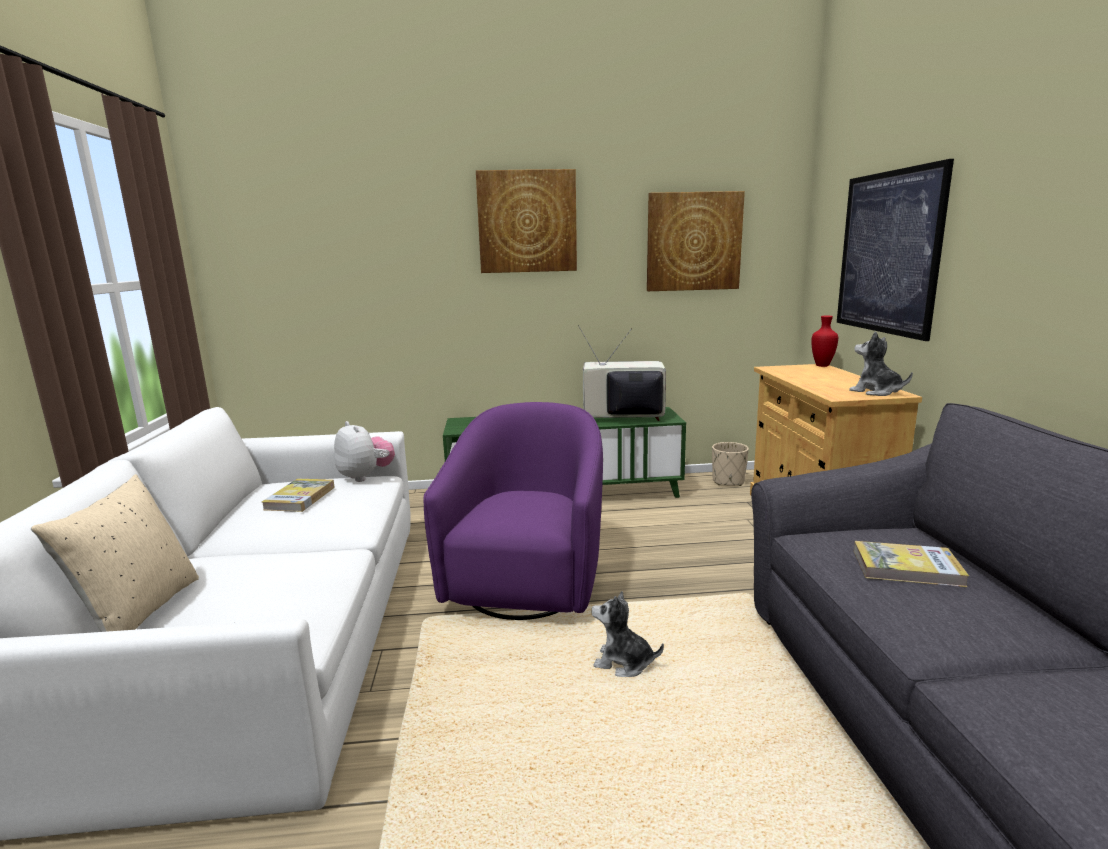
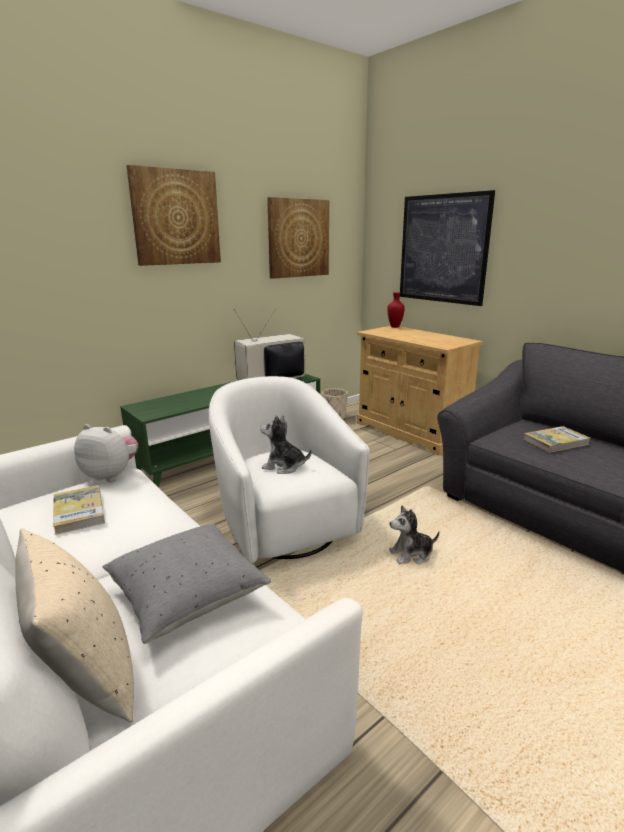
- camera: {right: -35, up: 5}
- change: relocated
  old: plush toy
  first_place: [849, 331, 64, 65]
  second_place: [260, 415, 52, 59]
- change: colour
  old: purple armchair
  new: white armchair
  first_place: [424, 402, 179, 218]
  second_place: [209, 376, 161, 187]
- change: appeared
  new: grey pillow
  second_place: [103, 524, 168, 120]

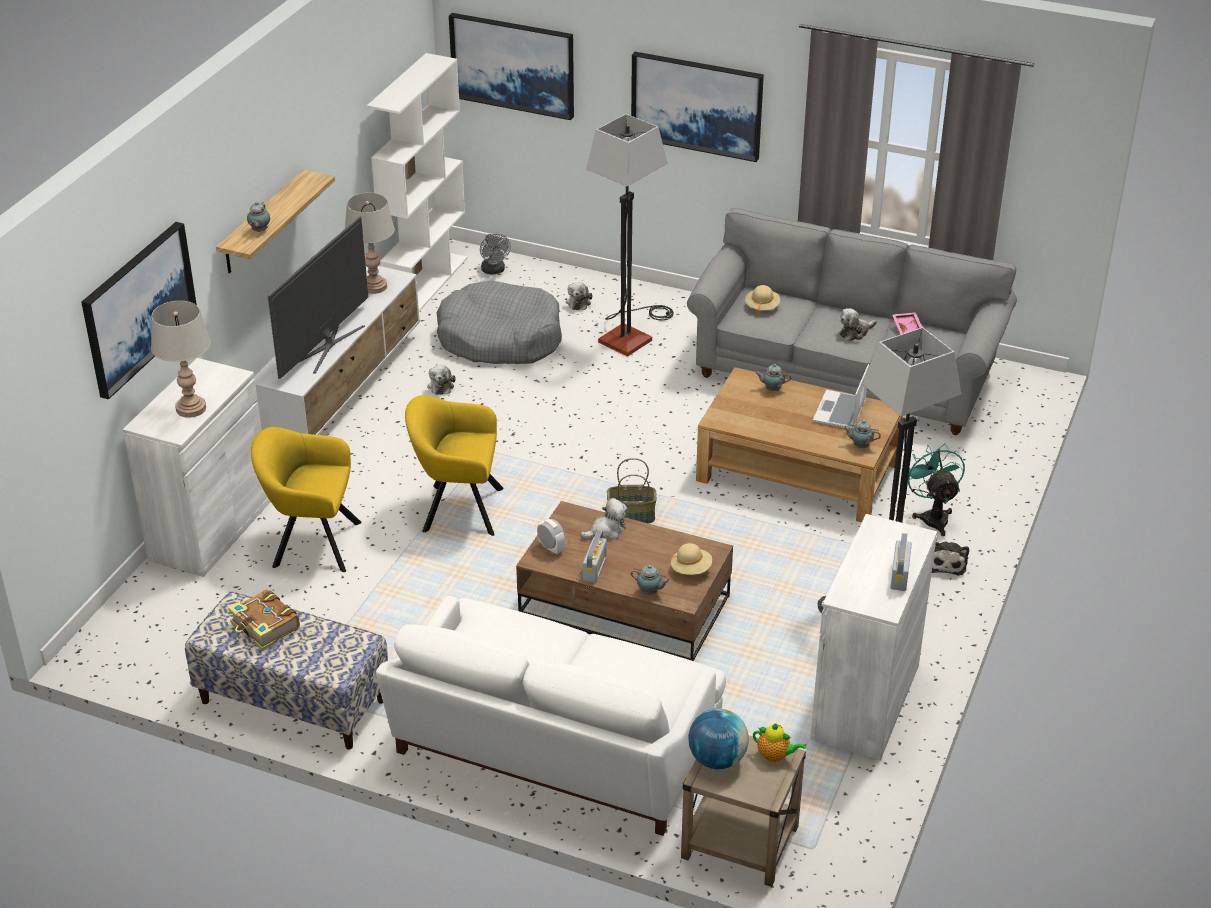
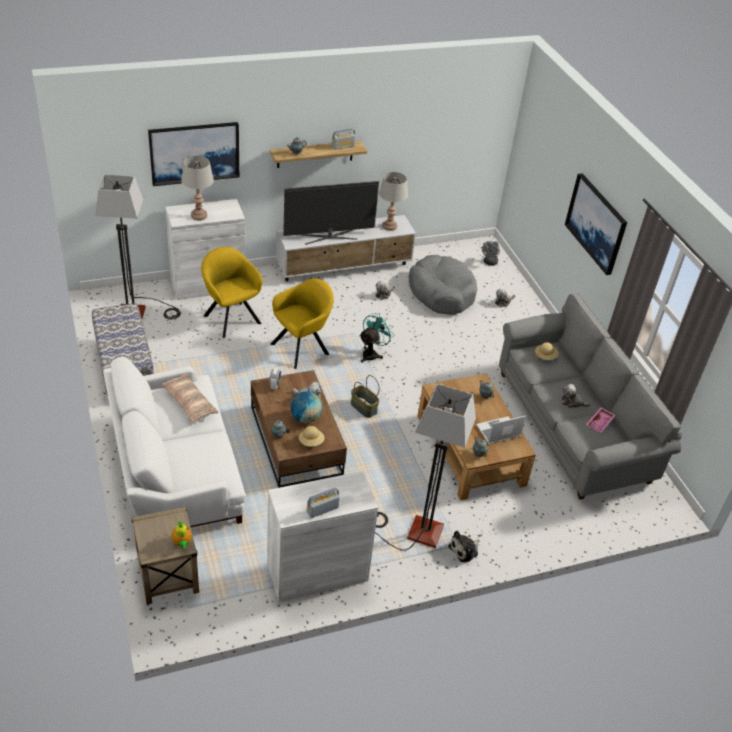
- camera: {right: 45, up: 5}
- change: missing
  old: picture
  first_place: [449, 13, 125, 107]
- change: missing
  old: white bookcase
  first_place: [367, 53, 100, 259]
- change: relocated
  old: floor lamp
  first_place: [586, 114, 88, 243]
  second_place: [95, 175, 86, 145]
- change: spun
  old: yellow armchair
  first_place: [405, 395, 99, 141]
  second_place: [271, 278, 63, 91]
  degrees: 90
- change: relocated
  old: turquoise fan
  first_place: [908, 444, 57, 92]
  second_place: [359, 313, 35, 50]
- change: relocated
  old: radio
  first_place: [583, 530, 24, 53]
  second_place: [332, 128, 23, 22]
- change: missing
  old: book
  first_place: [228, 589, 72, 62]
- change: relocated
  old: globe
  first_place: [688, 708, 61, 61]
  second_place: [291, 391, 31, 32]
- change: appeared
  new: pillow
  second_place: [161, 373, 58, 50]

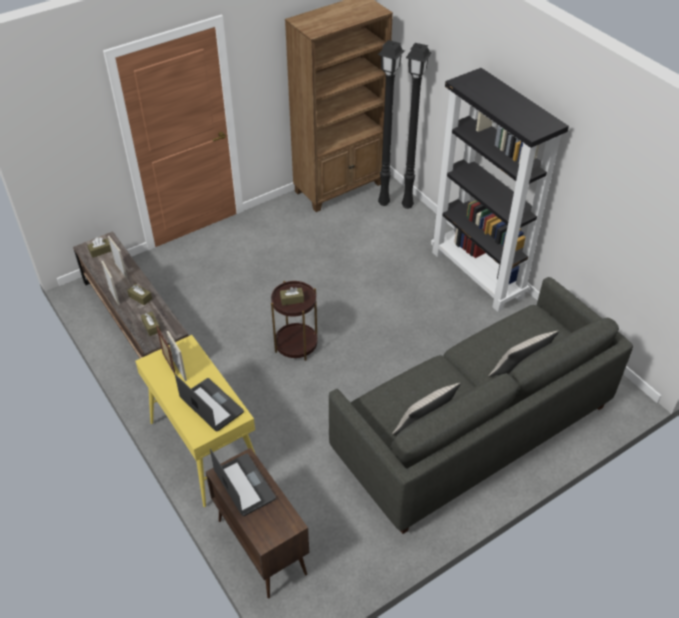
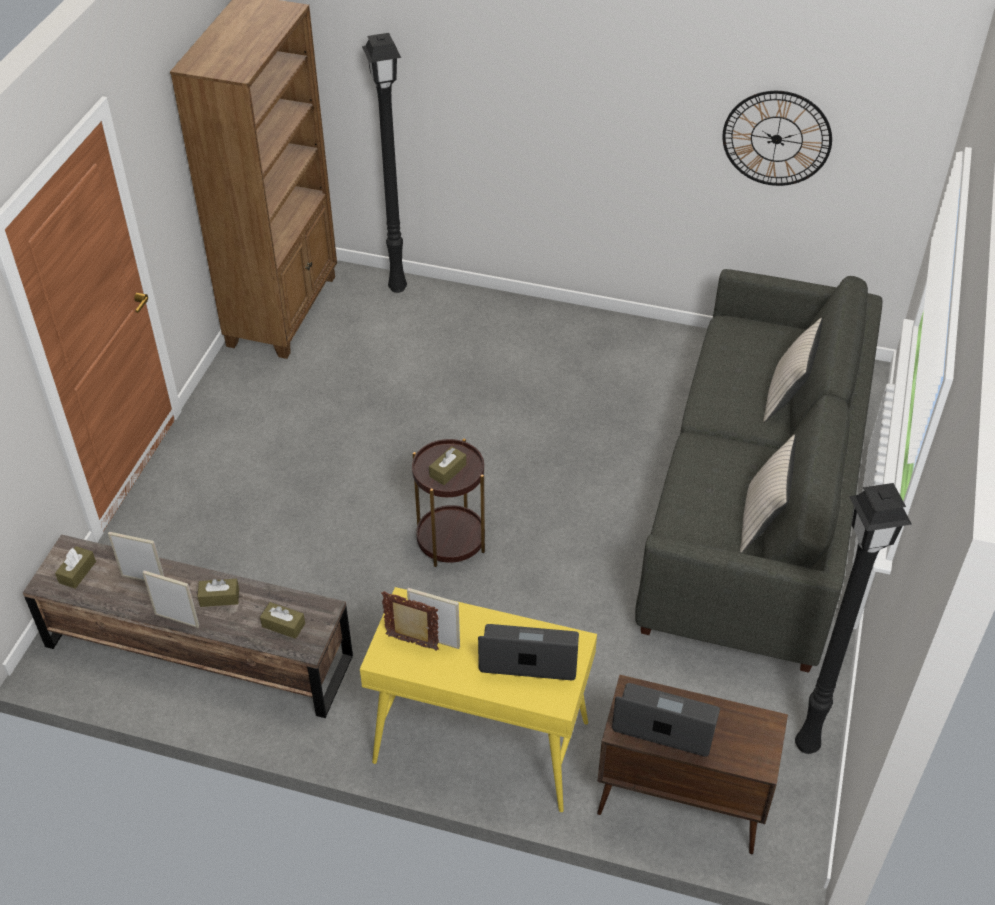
- camera: {right: -40, up: 0}
- change: relocated
  old: black floor lamp
  first_place: [378, 40, 27, 166]
  second_place: [795, 483, 117, 271]
- change: missing
  old: black bookcase
  first_place: [431, 68, 138, 244]
- change: appeared
  new: wall clock
  second_place: [722, 91, 110, 95]

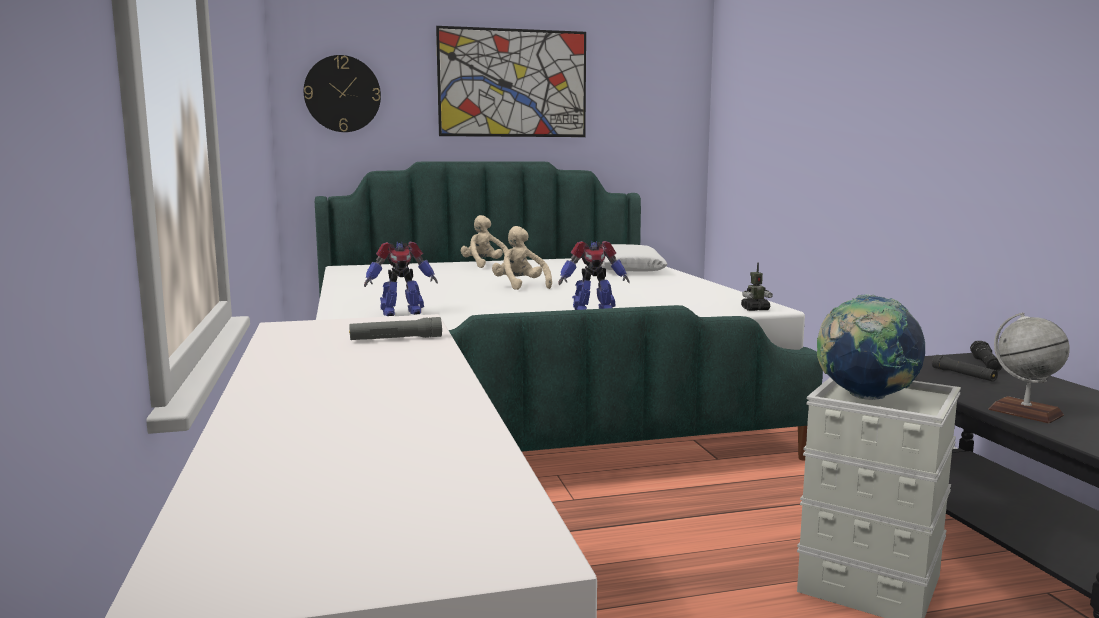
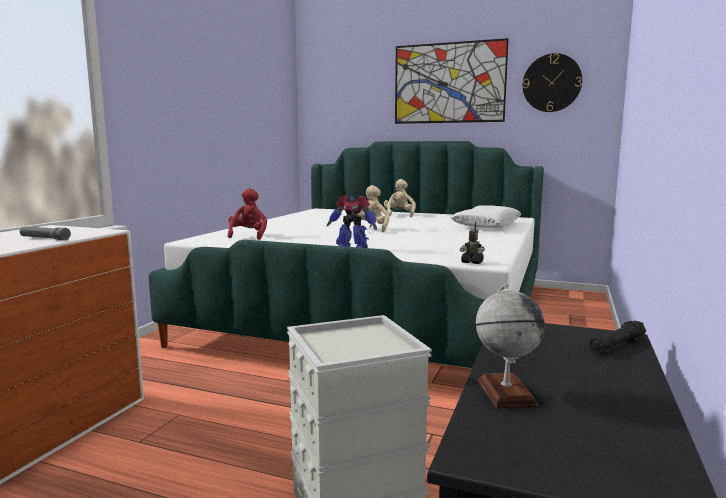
- camera: {right: 35, up: 0}
- change: relocated
  old: wall clock
  first_place: [304, 55, 77, 77]
  second_place: [523, 53, 59, 59]
- change: exchanged
  old: toy robot
  new: red plush toy
  first_place: [364, 242, 74, 74]
  second_place: [228, 188, 39, 52]
- change: missing
  old: globe
  first_place: [817, 294, 108, 106]
- change: missing
  old: black flashlight
  first_place: [932, 355, 66, 27]

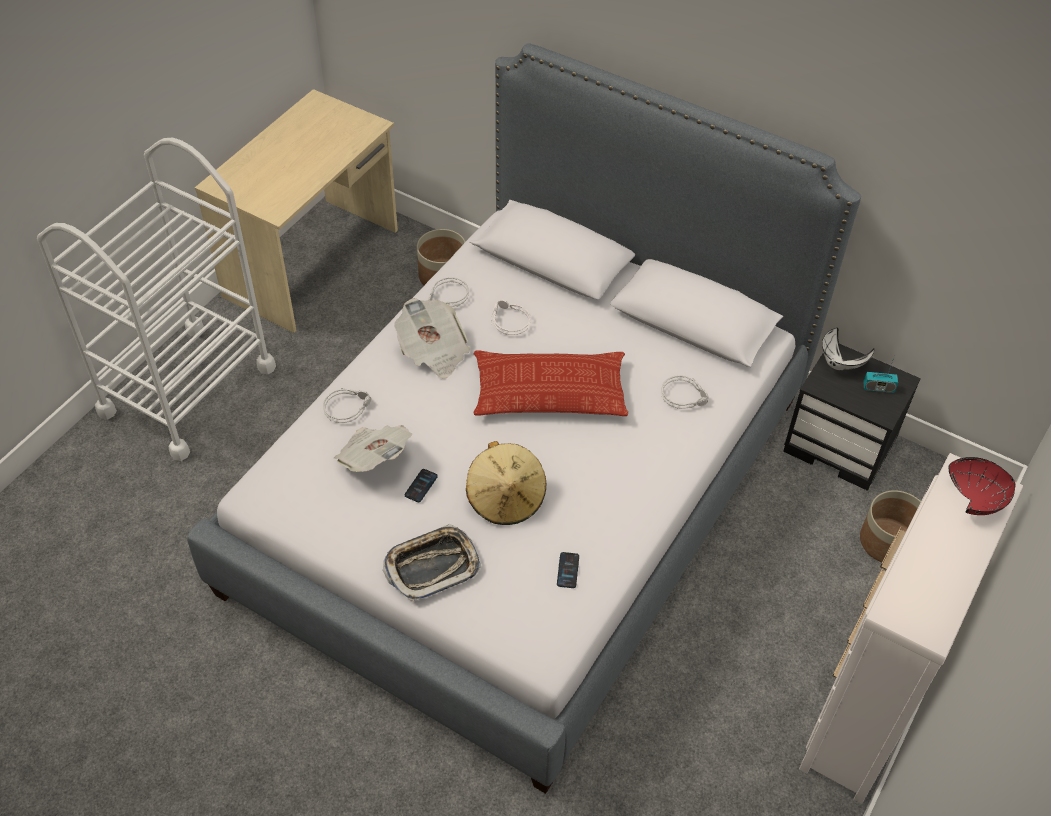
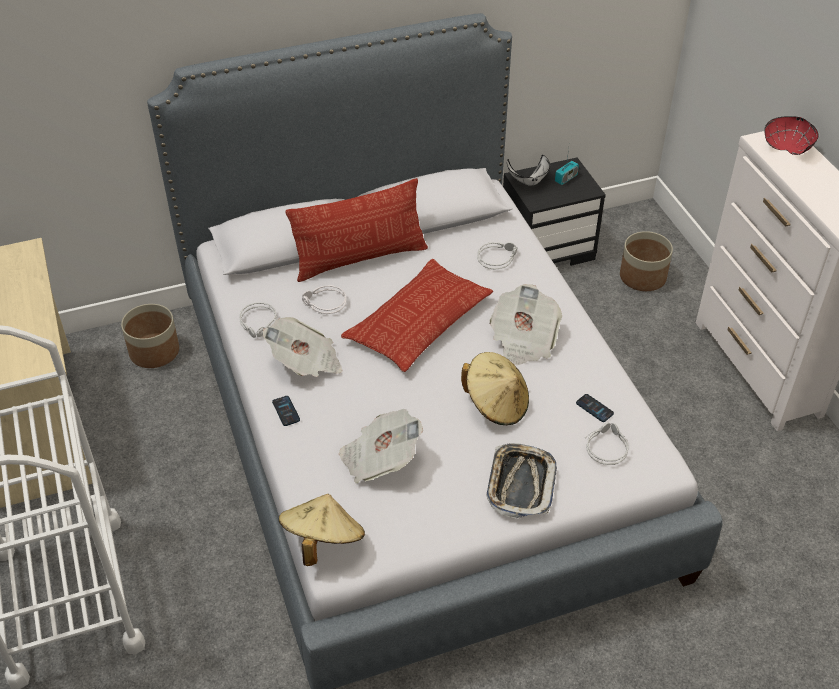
- camera: {right: -50, up: -5}
- change: relocated
  old: grey headphones
  first_place: [323, 388, 48, 35]
  second_place: [585, 423, 44, 42]
- change: relocated
  old: phone
  first_place: [405, 469, 33, 33]
  second_place: [272, 396, 28, 30]
- change: appeared
  new: pillow
  second_place: [286, 178, 142, 104]
- change: appeared
  new: newspaper
  second_place: [490, 284, 72, 81]
- change: appeared
  new: beige hat
  second_place: [279, 494, 86, 72]

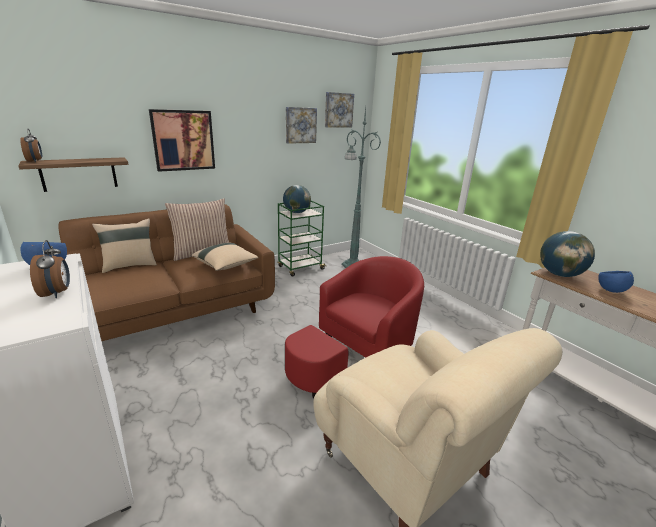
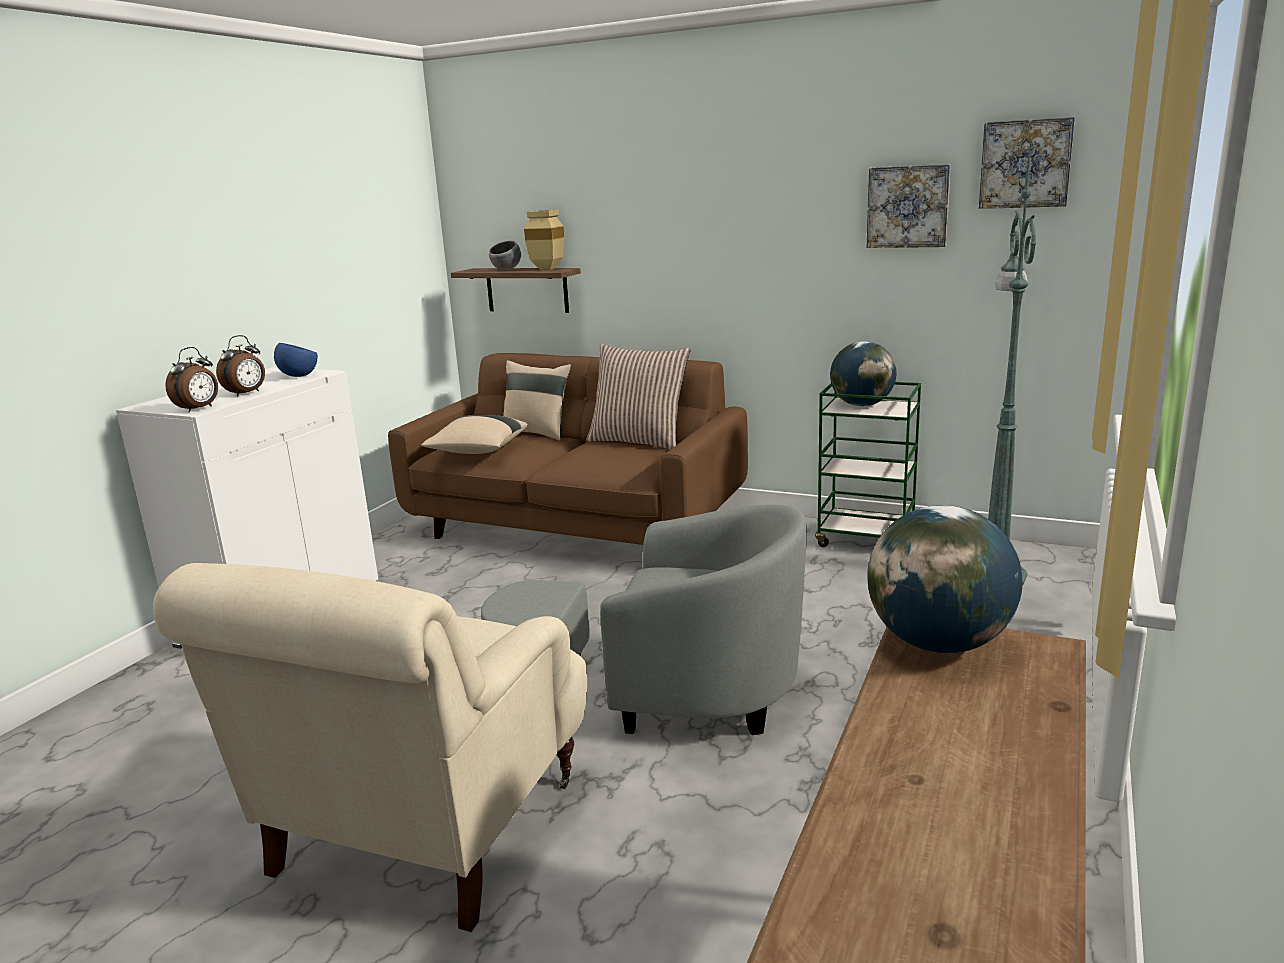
- camera: {right: 60, up: -5}
- change: missing
  old: picture
  first_place: [149, 109, 66, 63]
- change: relocated
  old: alarm clock
  first_place: [20, 129, 22, 34]
  second_place: [165, 347, 53, 65]
- change: relocated
  old: beige pillow
  first_place: [191, 243, 68, 28]
  second_place: [422, 415, 106, 39]
- change: colour
  old: red armchair
  new: grey armchair
  first_place: [285, 256, 139, 142]
  second_place: [481, 505, 326, 230]
- change: missing
  old: blue bowl
  first_place: [598, 271, 36, 22]
- change: appeared
  new: beige vase
  second_place: [524, 210, 41, 60]
- change: appeared
  new: grey bowl
  second_place: [489, 241, 32, 29]

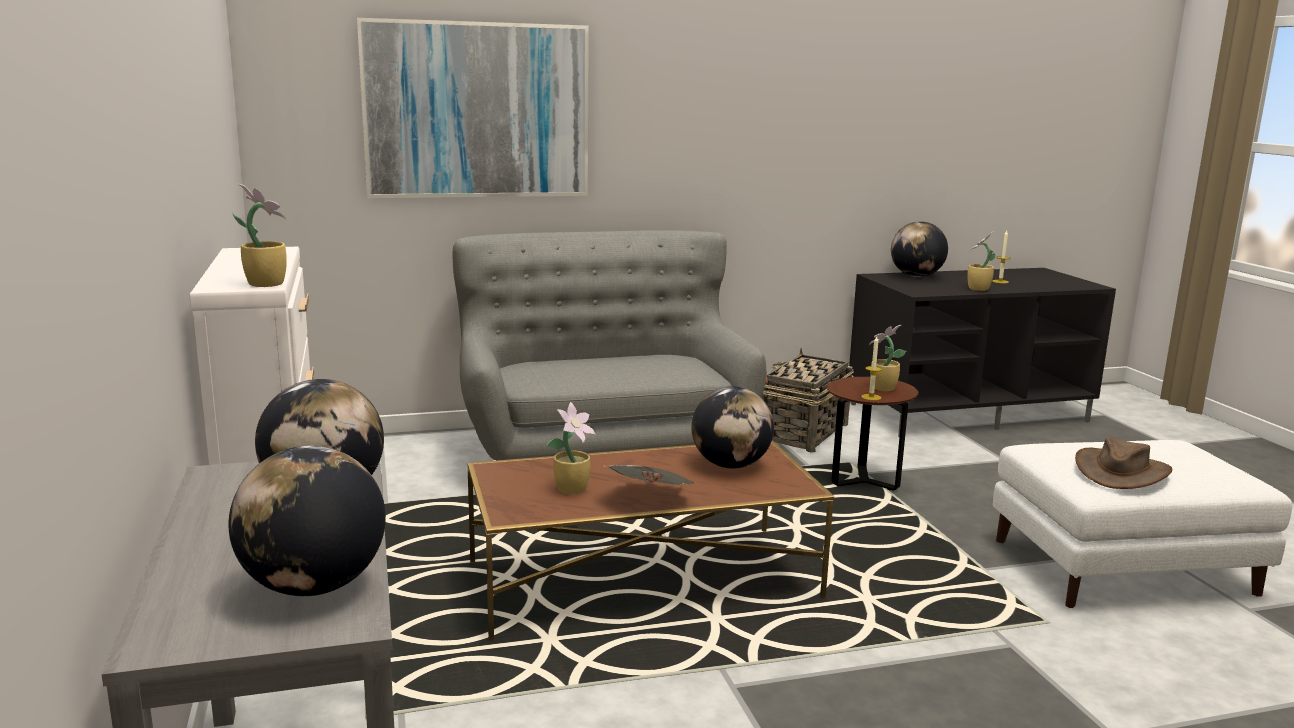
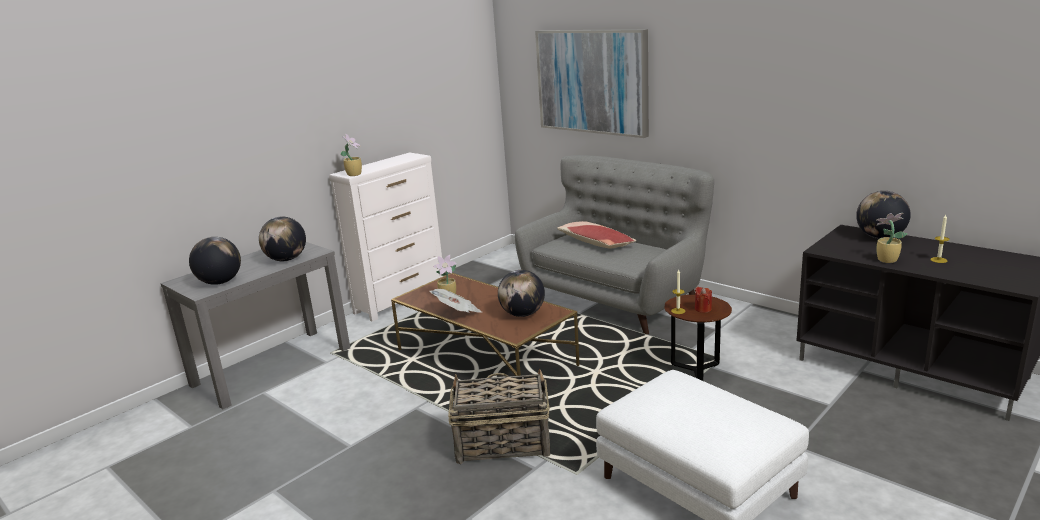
- camera: {right: 60, up: 5}
- change: exchanged
  old: potted plant
  new: red candle
  first_place: [869, 325, 37, 66]
  second_place: [695, 287, 17, 26]
- change: relocated
  old: basket
  first_place: [762, 348, 92, 105]
  second_place: [448, 368, 102, 96]
- change: missing
  old: brown hat
  first_place: [1075, 437, 97, 52]
- change: appeared
  new: pillow
  second_place: [557, 221, 79, 27]

